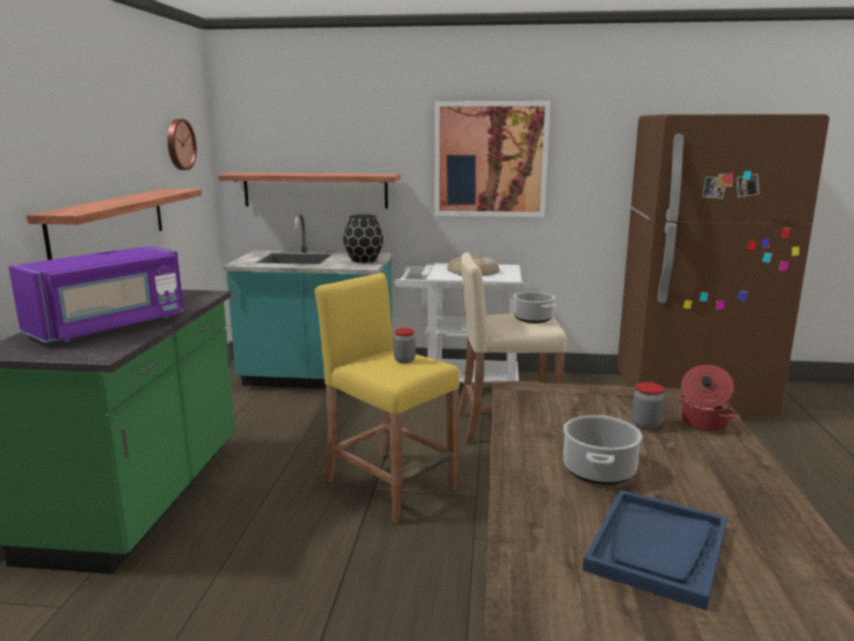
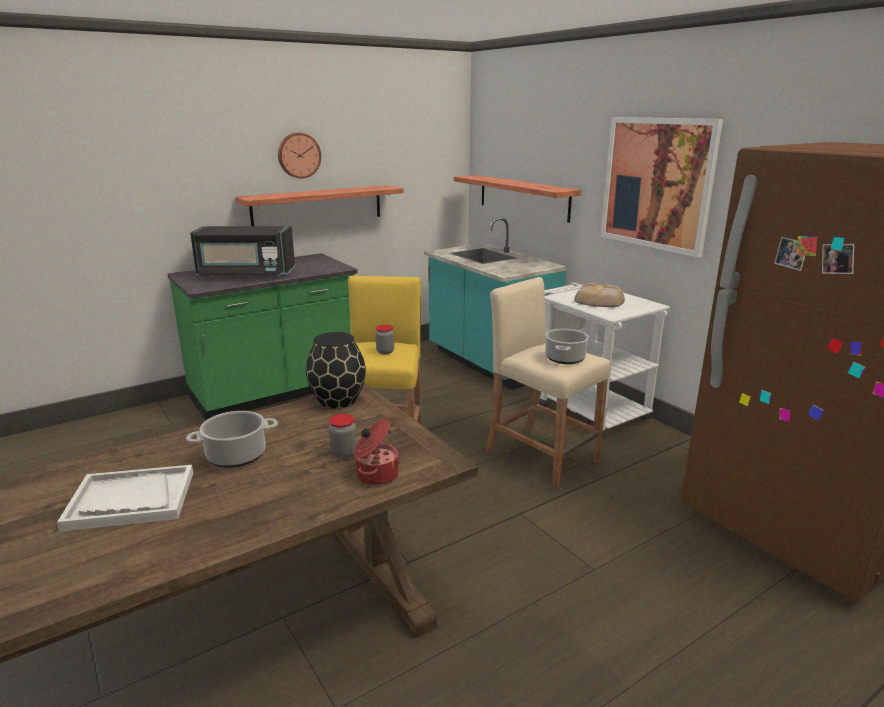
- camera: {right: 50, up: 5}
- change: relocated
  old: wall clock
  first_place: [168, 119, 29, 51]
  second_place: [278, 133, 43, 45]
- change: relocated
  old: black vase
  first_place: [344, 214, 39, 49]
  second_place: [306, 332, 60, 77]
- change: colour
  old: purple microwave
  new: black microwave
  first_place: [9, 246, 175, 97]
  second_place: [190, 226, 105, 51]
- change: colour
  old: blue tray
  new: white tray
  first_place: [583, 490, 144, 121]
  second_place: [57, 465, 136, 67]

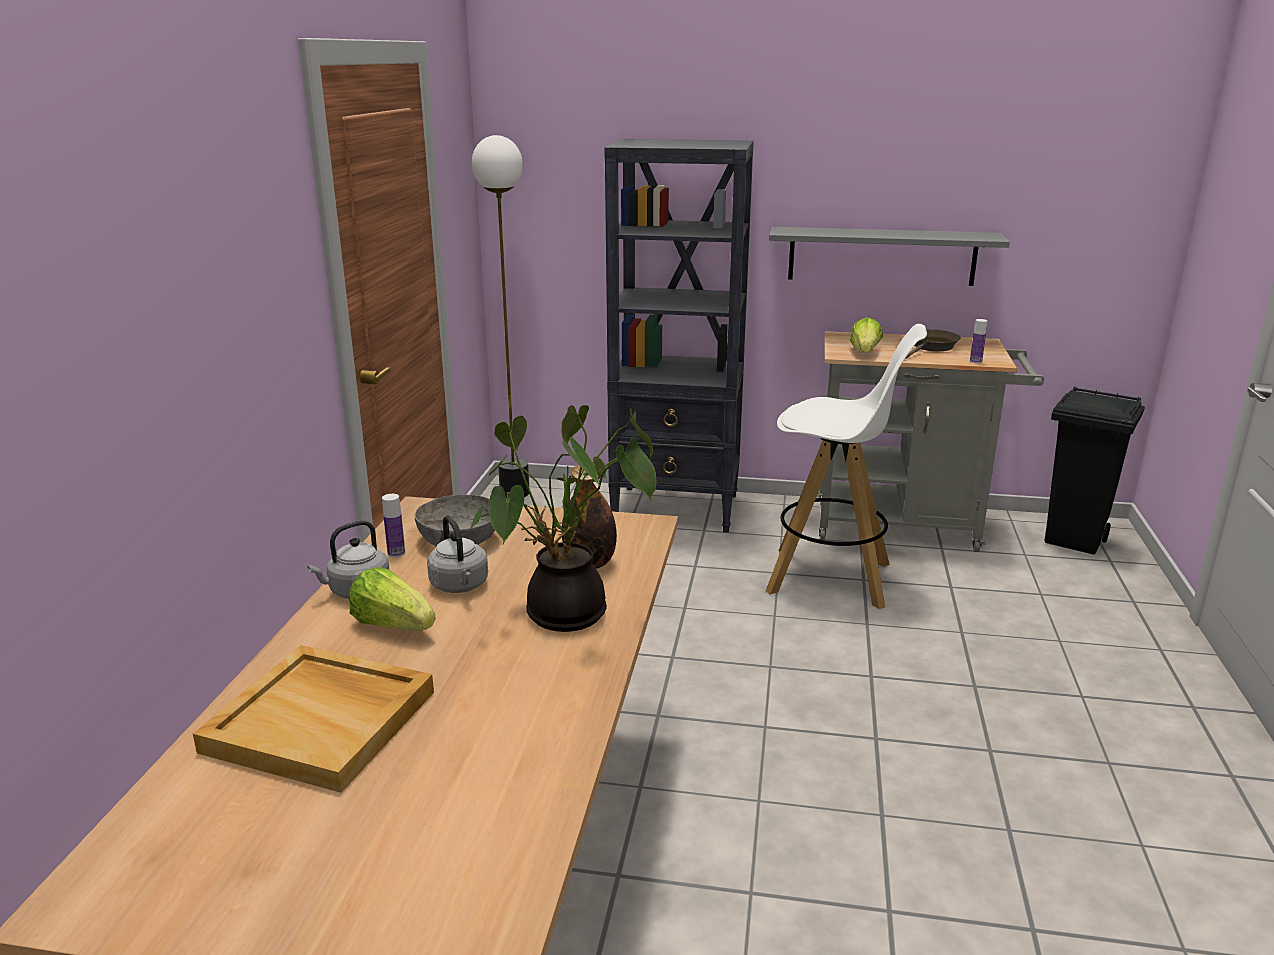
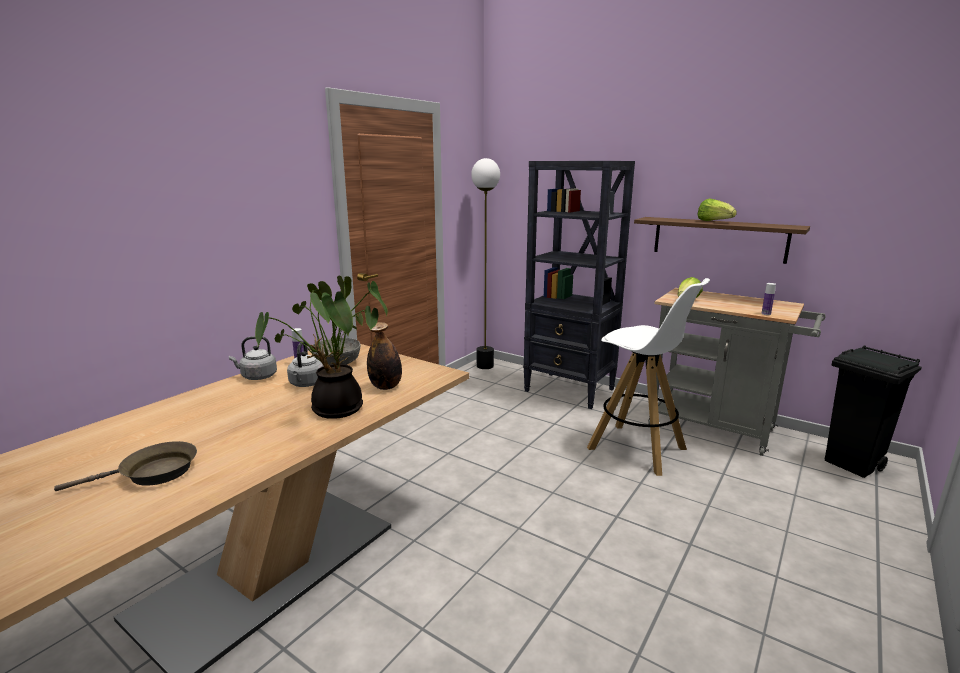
- camera: {right: 25, up: -5}
- change: colour
  old: grey shelf
  new: brown shelf
  first_place: [769, 227, 241, 59]
  second_place: [634, 217, 176, 47]
- change: relocated
  old: brown frying pan
  first_place: [905, 329, 56, 30]
  second_place: [54, 441, 143, 50]
- change: relocated
  old: lettuce
  first_place: [349, 567, 87, 64]
  second_place: [698, 198, 39, 23]
- change: missing
  old: beige tray
  first_place: [193, 645, 241, 148]

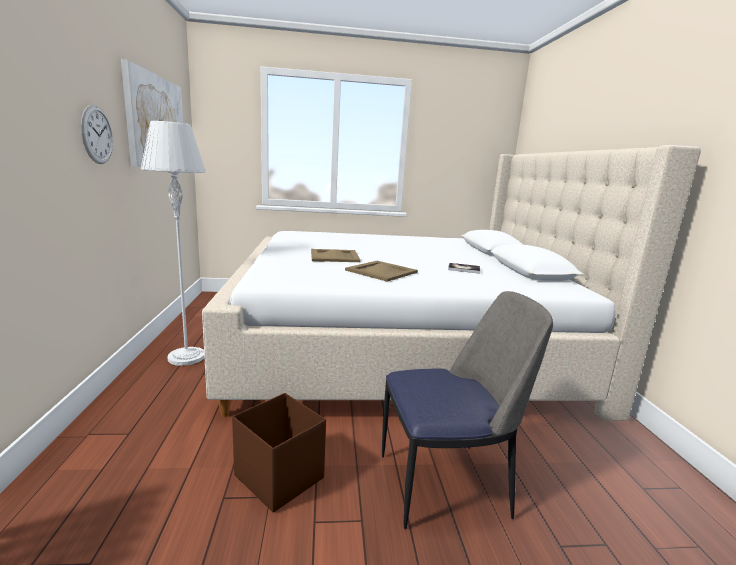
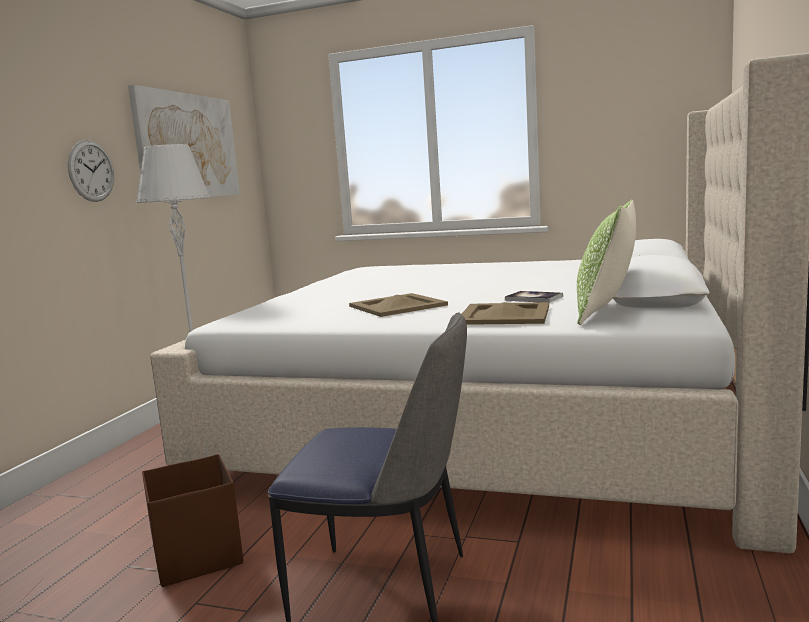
- camera: {right: 25, up: -5}
- change: relocated
  old: beige tray
  first_place: [311, 249, 49, 13]
  second_place: [461, 302, 88, 23]
- change: appeared
  new: pillow
  second_place: [577, 199, 59, 126]

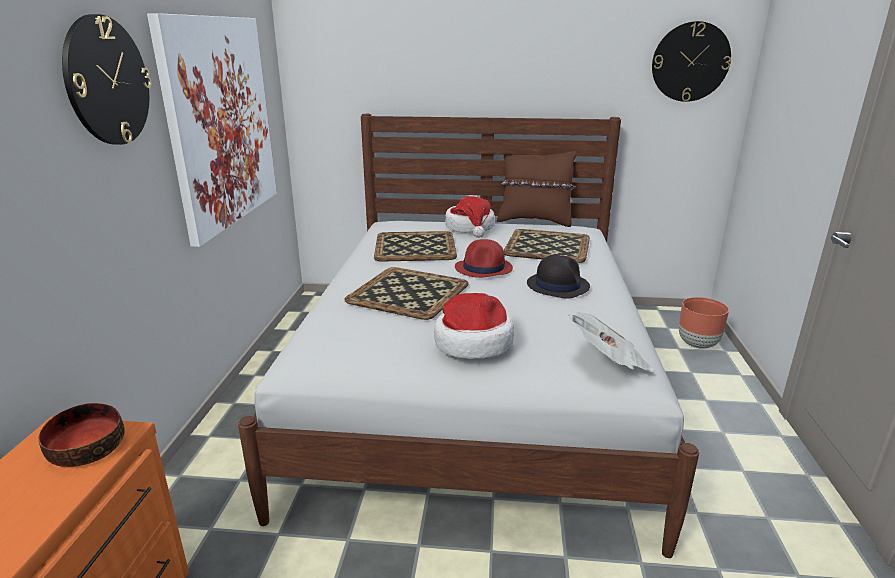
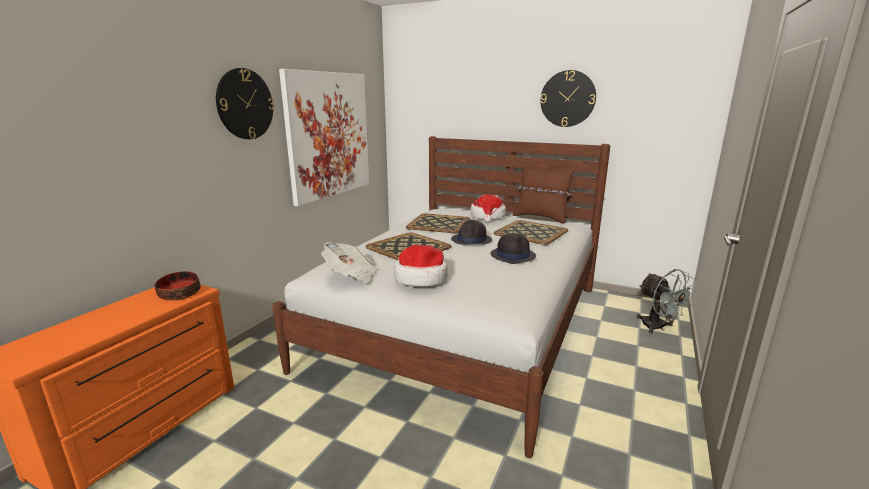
- camera: {right: 20, up: -5}
- change: relocated
  old: wall clock
  first_place: [652, 21, 79, 81]
  second_place: [540, 70, 56, 57]
- change: colour
  old: red hat
  new: black hat
  first_place: [455, 239, 58, 39]
  second_place: [451, 220, 41, 25]
- change: exchanged
  old: brown planter
  new: grey fan
  first_place: [679, 297, 50, 52]
  second_place: [636, 269, 60, 64]
- change: relocated
  old: newspaper
  first_place: [568, 313, 87, 59]
  second_place: [321, 242, 55, 40]

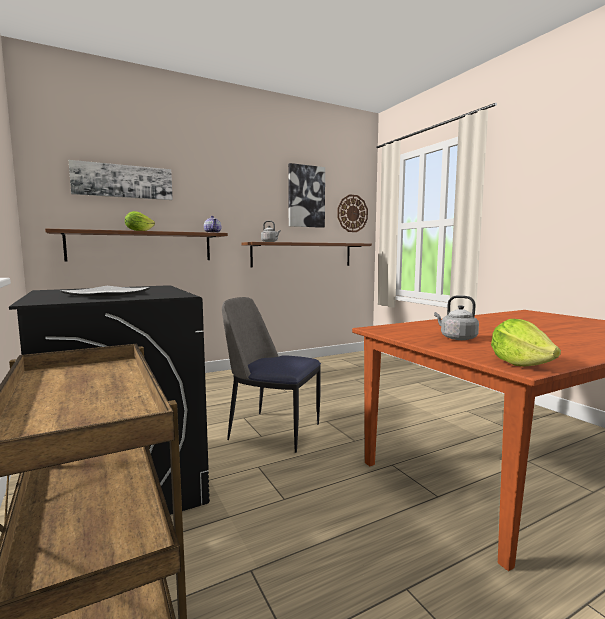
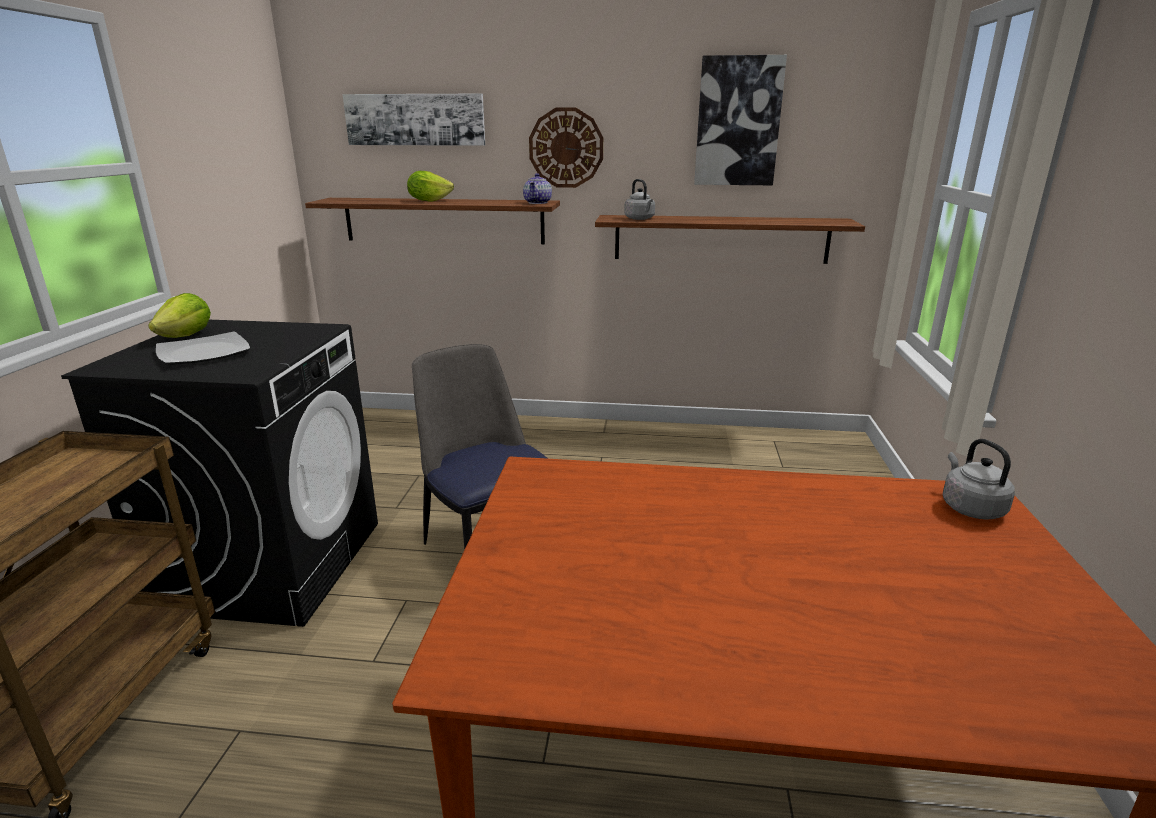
- camera: {right: 35, up: 15}
- change: relocated
  old: wall clock
  first_place: [338, 194, 30, 38]
  second_place: [529, 108, 74, 80]
- change: relocated
  old: grey kettle
  first_place: [434, 295, 45, 45]
  second_place: [943, 439, 72, 81]
- change: relocated
  old: lettuce
  first_place: [491, 319, 70, 48]
  second_place: [148, 293, 63, 45]

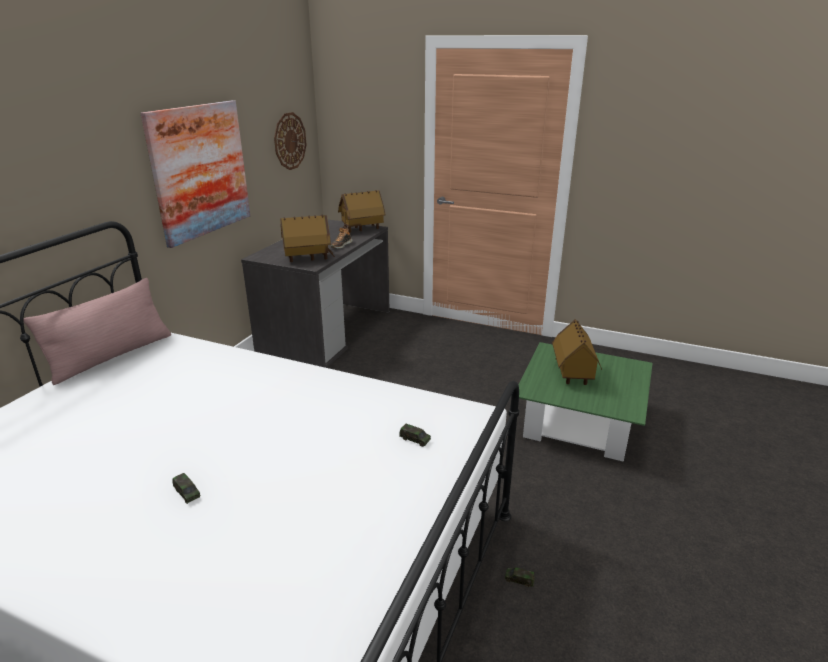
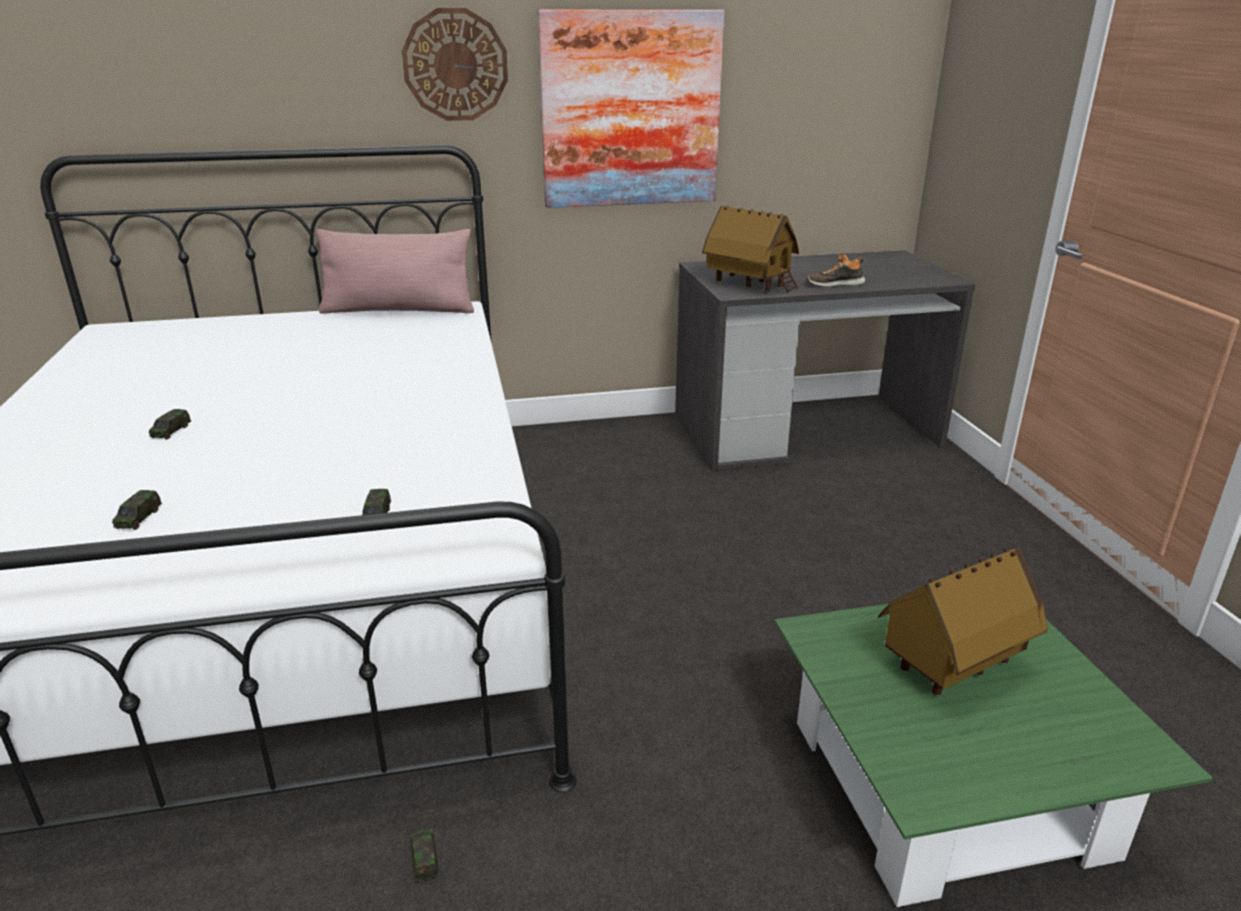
- camera: {right: 55, up: 0}
- change: relocated
  old: wall clock
  first_place: [274, 112, 33, 58]
  second_place: [402, 8, 106, 113]
- change: missing
  old: toy house
  first_place: [338, 190, 48, 43]
- change: appeared
  new: toy car
  second_place: [112, 490, 50, 40]

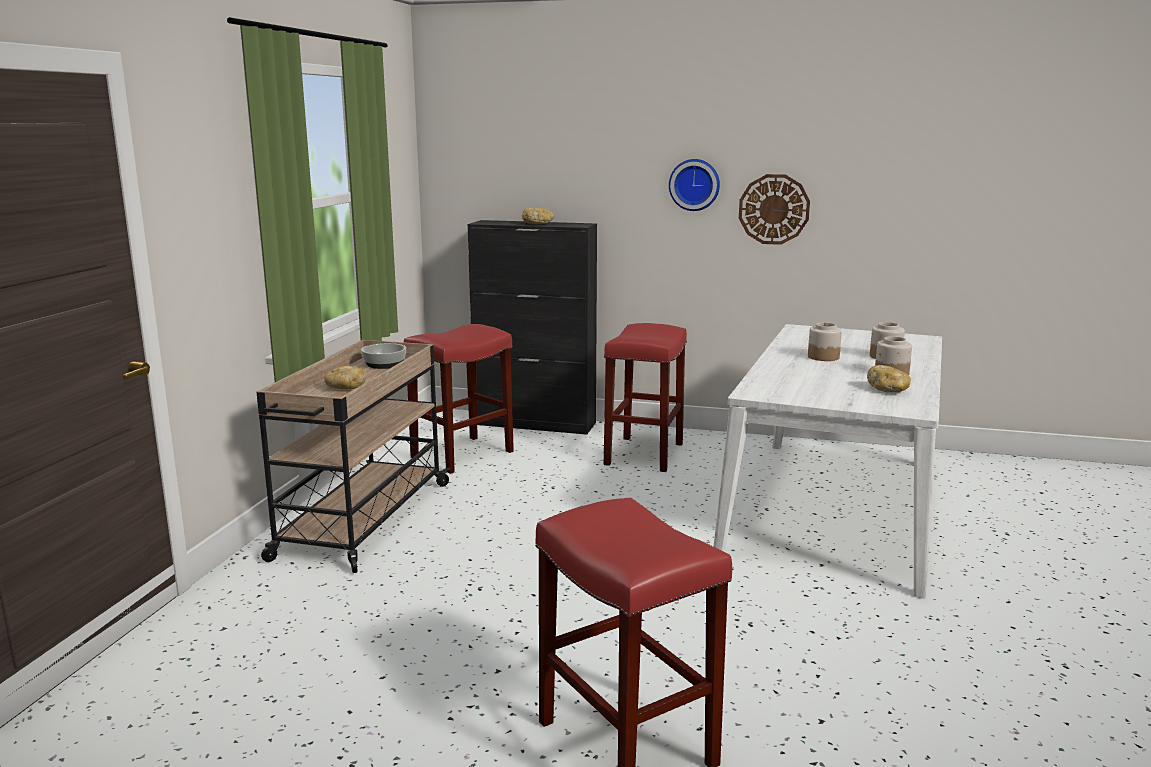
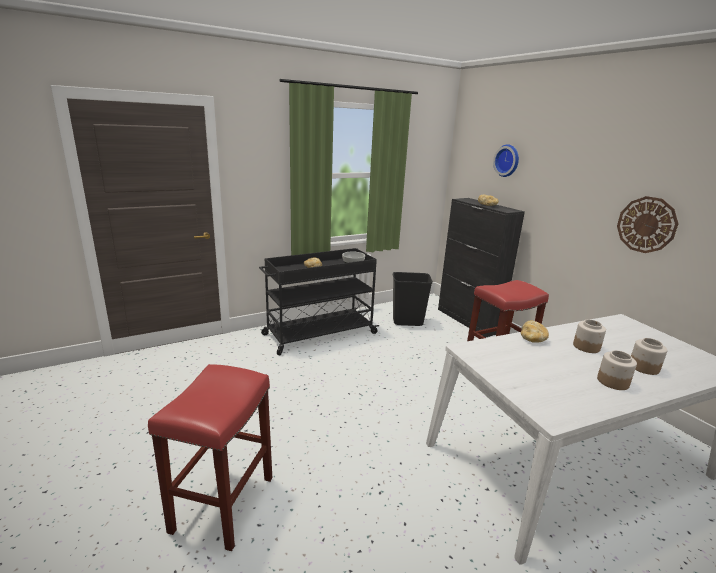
- camera: {right: 45, up: 5}
- change: relocated
  old: wall clock
  first_place: [669, 159, 51, 52]
  second_place: [493, 144, 26, 33]
- change: exchanged
  old: red stool
  new: black trash can
  first_place: [404, 324, 110, 150]
  second_place: [393, 272, 40, 54]
- change: colour
  old: beige cart
  new: black cart
  first_place: [256, 340, 195, 233]
  second_place: [259, 248, 120, 107]
- change: relocated
  old: bread
  first_place: [867, 365, 44, 27]
  second_place: [521, 320, 28, 23]

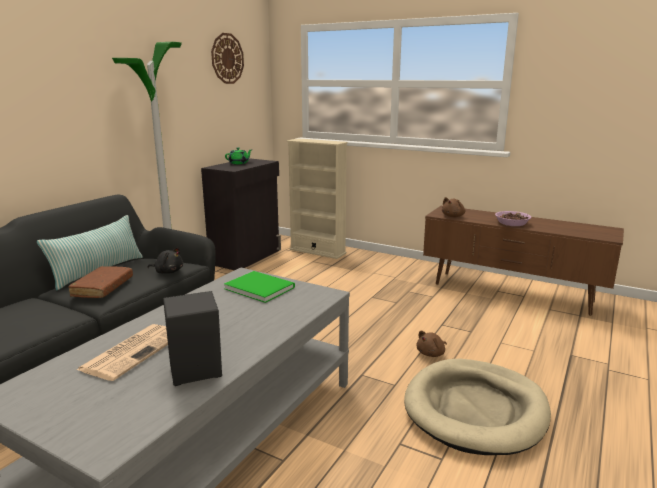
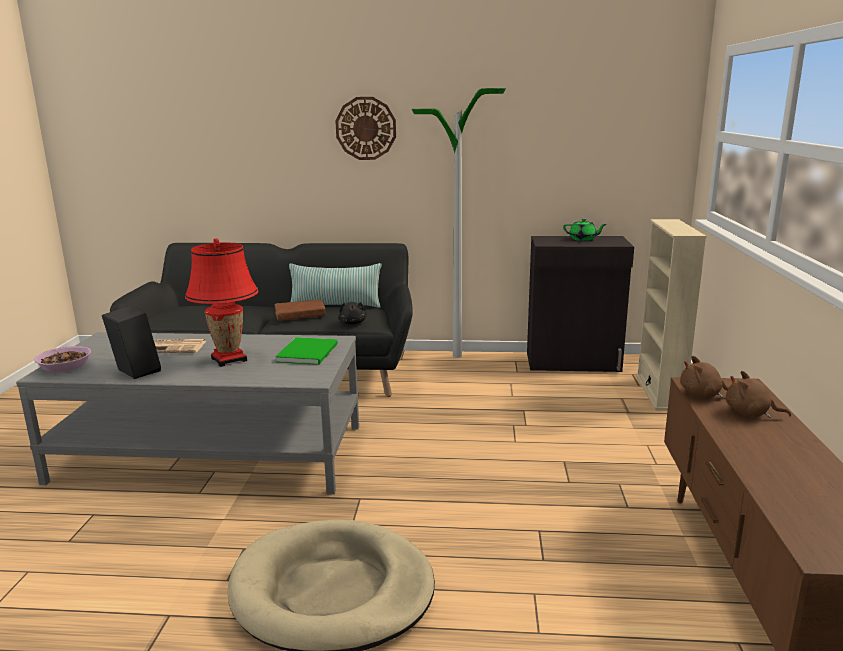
- camera: {right: 65, up: 0}
- change: relocated
  old: wall clock
  first_place: [211, 33, 33, 51]
  second_place: [335, 97, 61, 63]
- change: relocated
  old: bowl
  first_place: [495, 211, 36, 15]
  second_place: [34, 346, 57, 26]
- change: relocated
  old: brown plush toy
  first_place: [416, 330, 31, 27]
  second_place: [726, 371, 65, 47]
- change: appeared
  new: red table lamp
  second_place: [185, 238, 73, 129]

